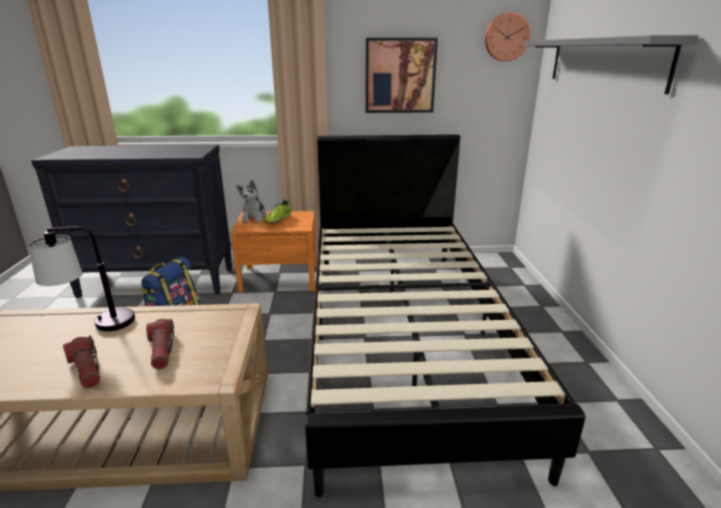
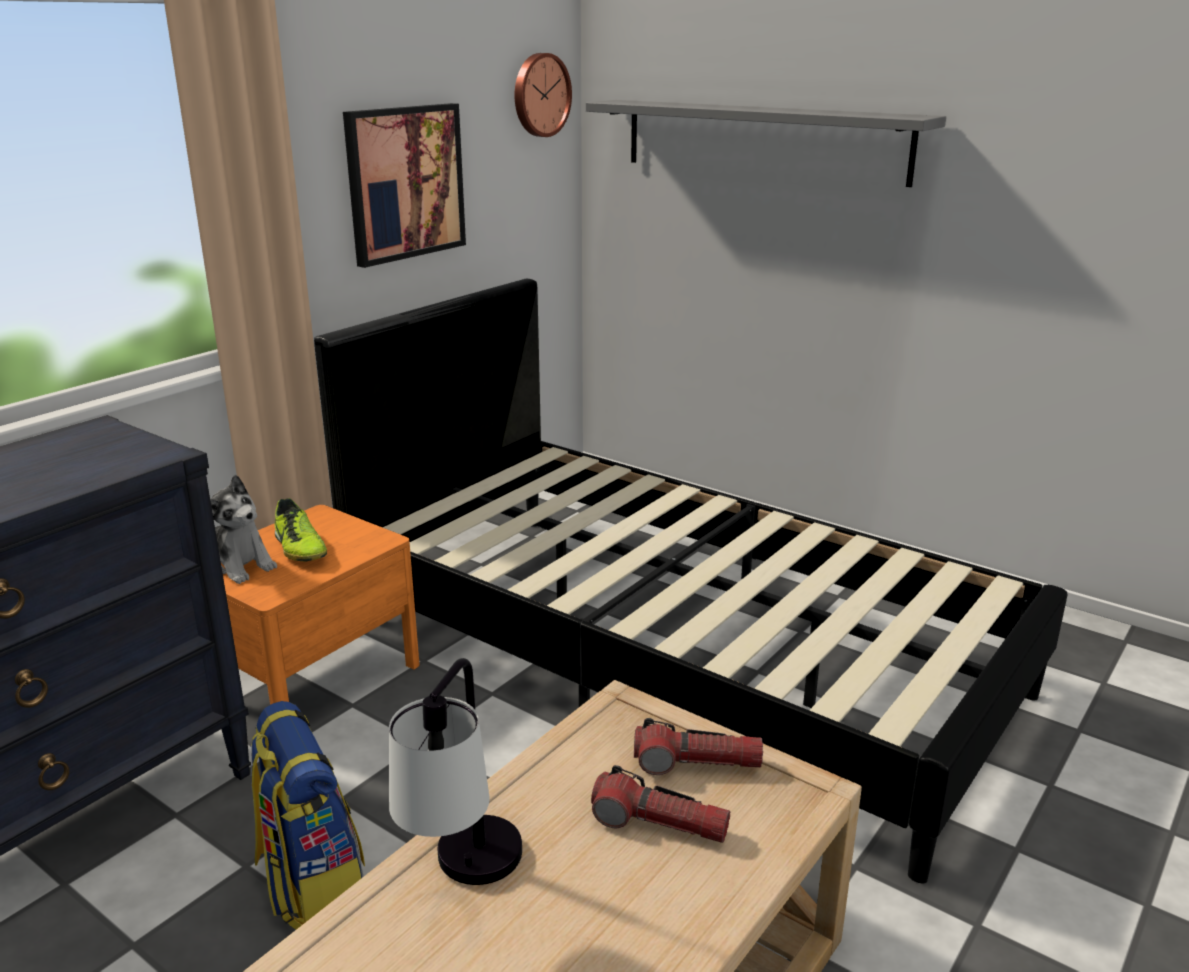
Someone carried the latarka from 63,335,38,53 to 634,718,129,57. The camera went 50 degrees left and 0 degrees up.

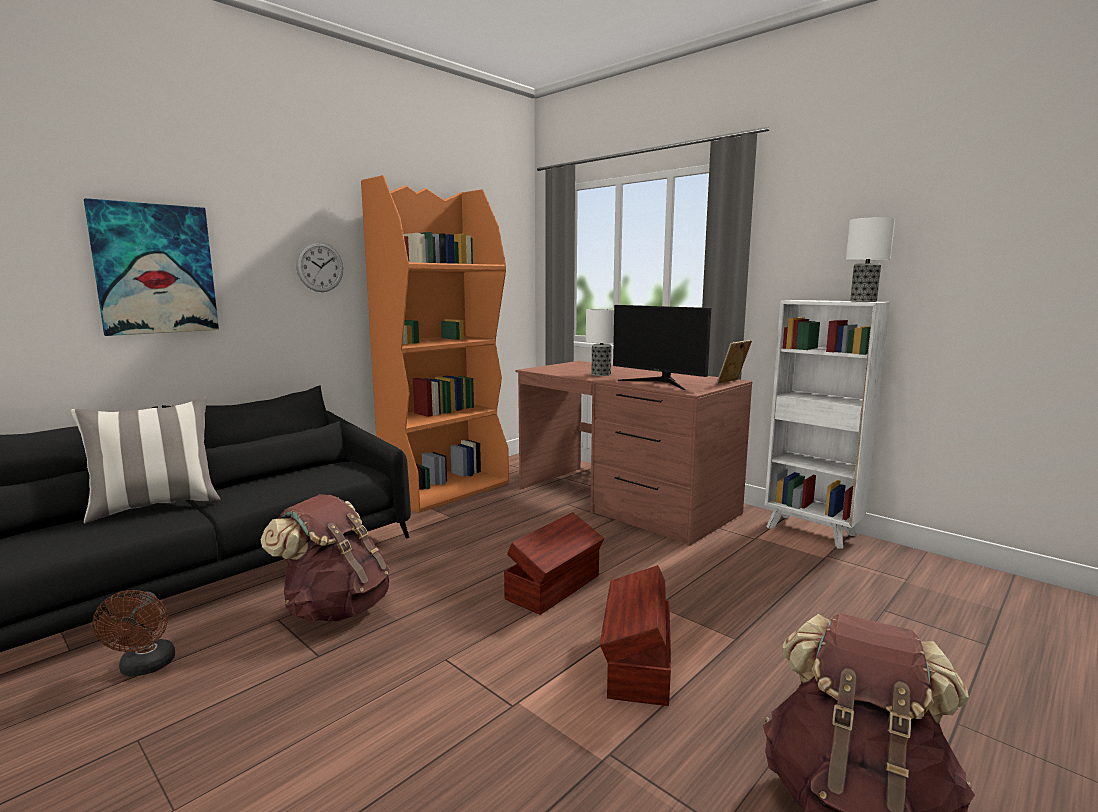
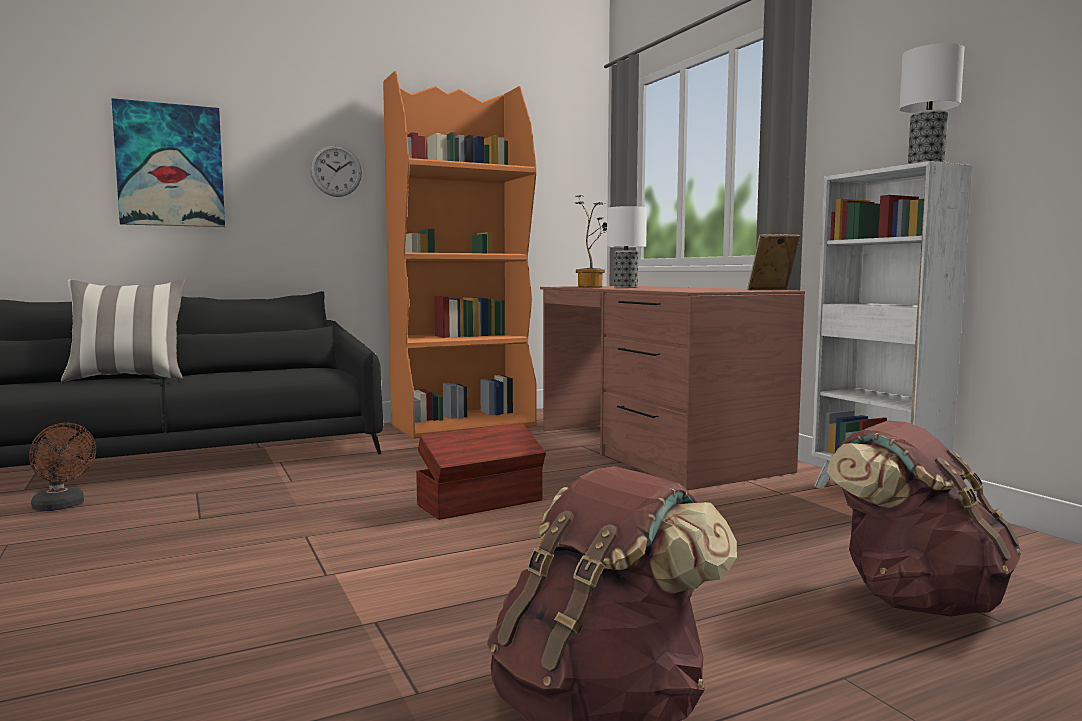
Someone took away the pojemnik do przechowywania (brązowy) at 600,565,71,141. Someone took away the monitor at 613,305,98,85. Someone put down the roślina doniczkowa at 575,195,32,92. Someone carried the plecak (brązowy) from 260,494,130,127 to 827,420,194,197. Someone rotated the wentylator (brązowy) at 92,590,83,87 by 60 degrees counterclockwise. The camera went 20 degrees right and 5 degrees down.

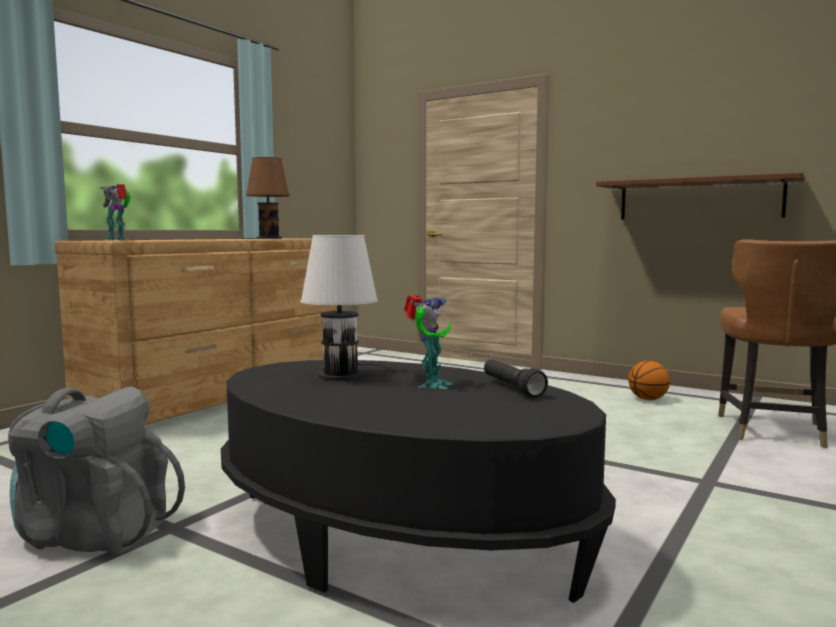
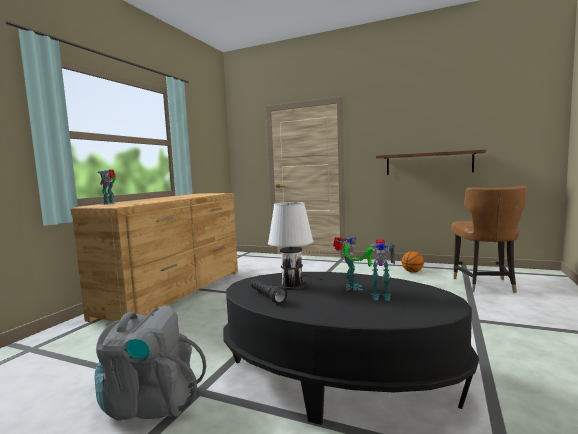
Someone took away the lampa stołowa (brązowy) at 241,157,49,82. Someone put down the robot zabawkowy at 365,239,30,62. Someone carried the latarka (czarny) from 484,359,64,39 to 250,279,37,25. The camera went 10 degrees left and 0 degrees up.

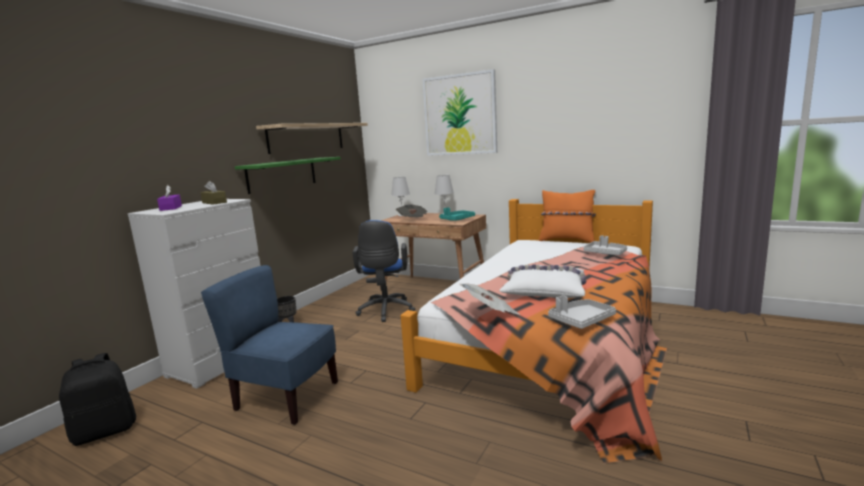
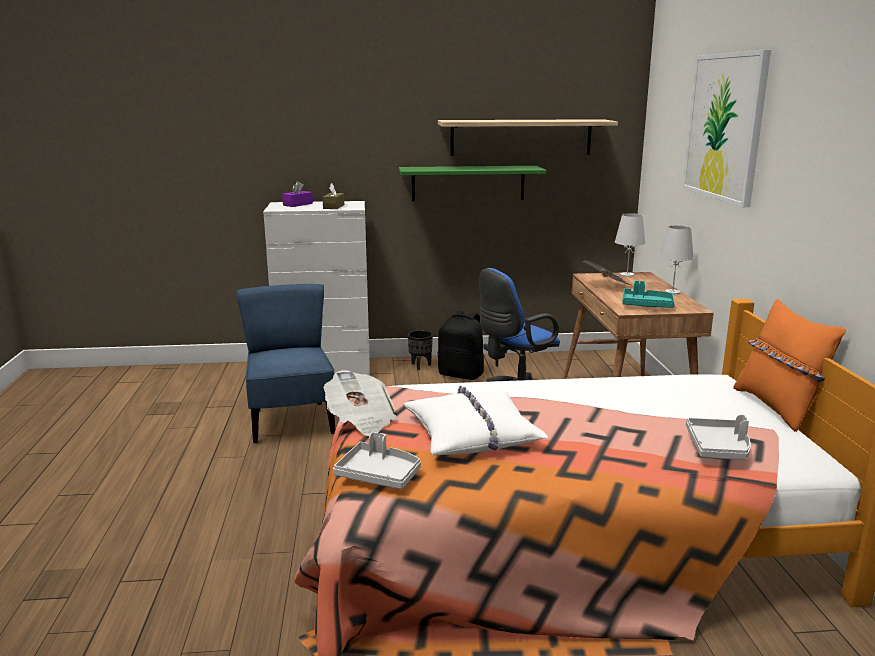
Someone carried the plecak (czarny) from 59,353,77,93 to 437,311,47,69. The camera went 55 degrees right and 5 degrees up.

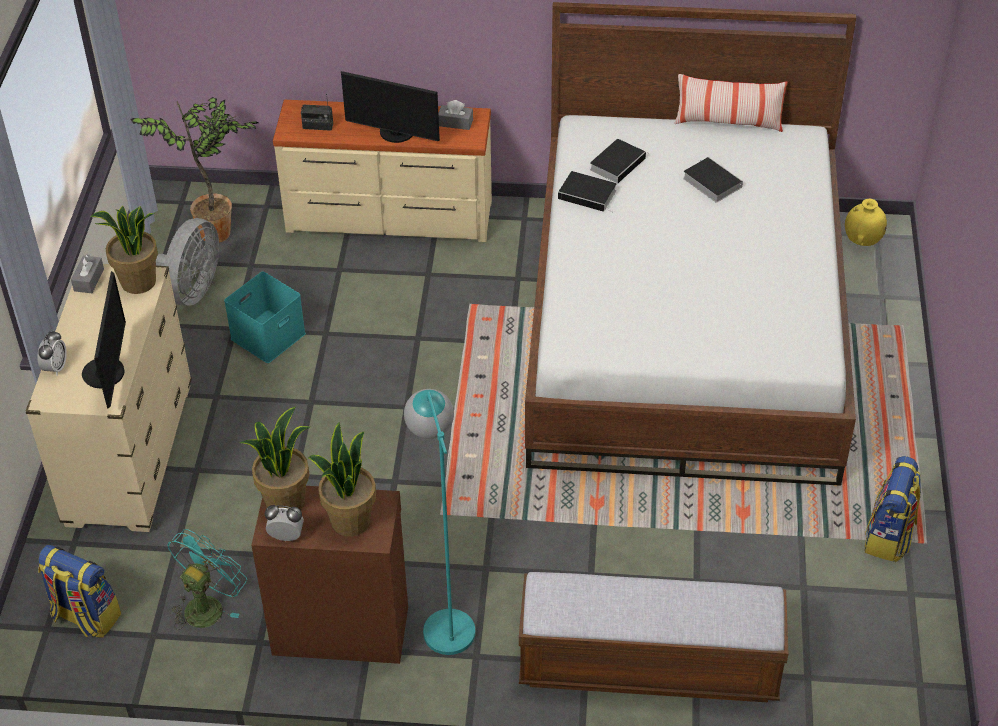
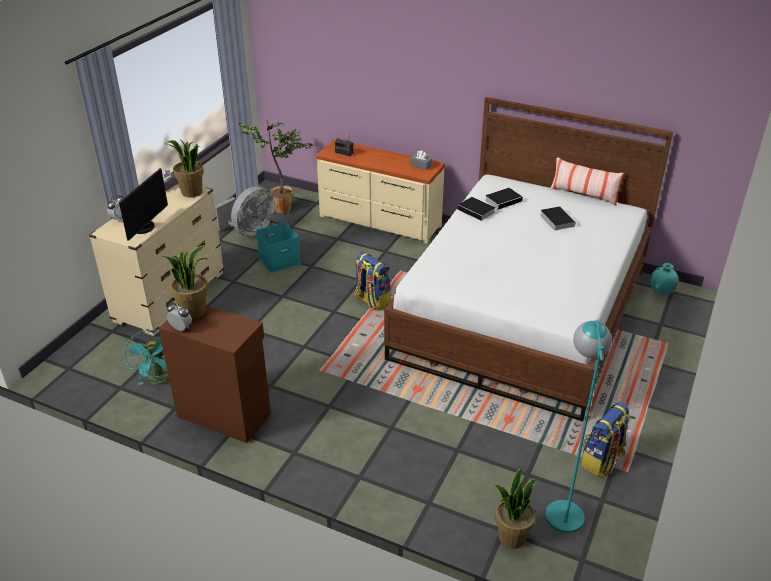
Someone took away the monitor at 341,71,99,72. Someone took away the ławka at 519,572,270,130. Someone carried the plecak from 38,545,83,93 to 355,251,36,60. Someone carried the roślina doniczkowa from 308,422,68,114 to 495,467,42,82. Someone carried the lampa stojąca (turkusowy) from 404,389,71,266 to 545,319,67,214. Someone repainted the wazon (żółty) at 845,199,42,47, which became the wazon (turkusowy) at 650,263,28,32. Someone rotated the wentylator (turkusowy) at 167,529,80,101 by 120 degrees clockwise. The camera went 20 degrees right and 10 degrees down.

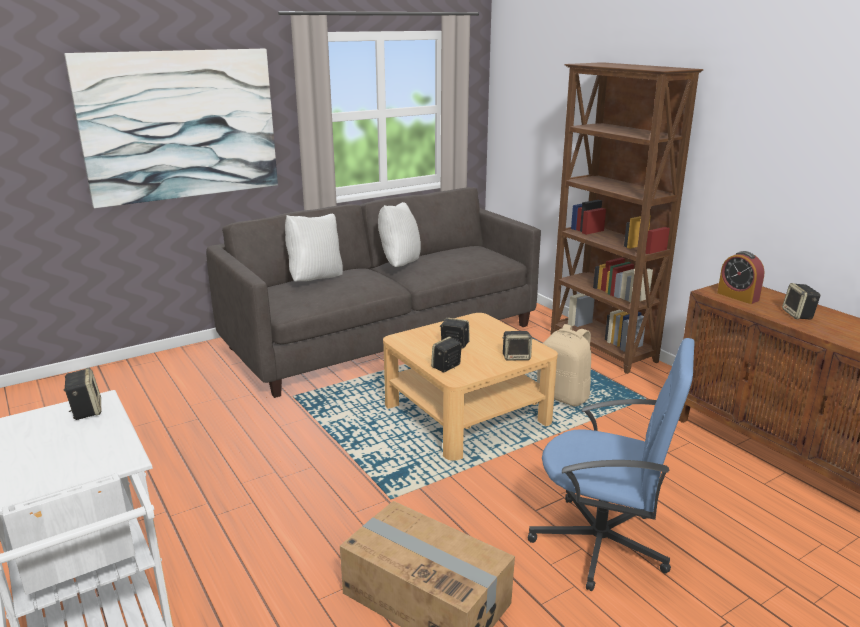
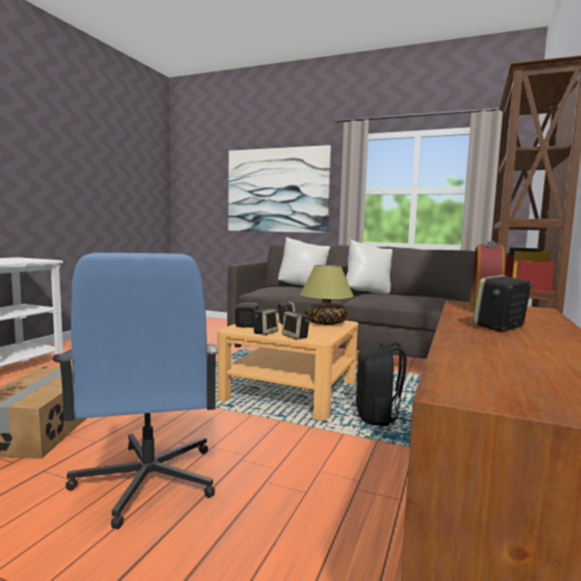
Someone put down the lampa stołowa at 300,265,54,60. Someone carried the głośnik from 64,368,37,52 to 253,309,25,26. Someone repainted the plecak (beżowy) at 537,324,54,82, which became the plecak (czarny) at 356,342,56,84. The camera went 55 degrees right and 15 degrees down.

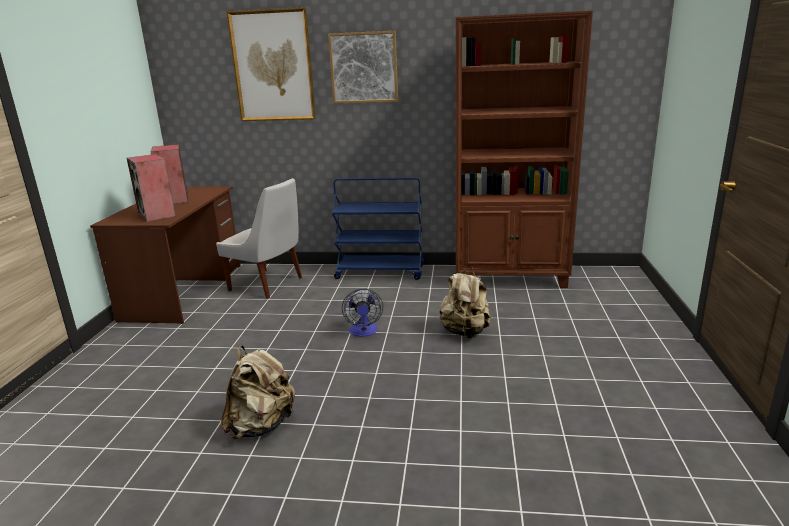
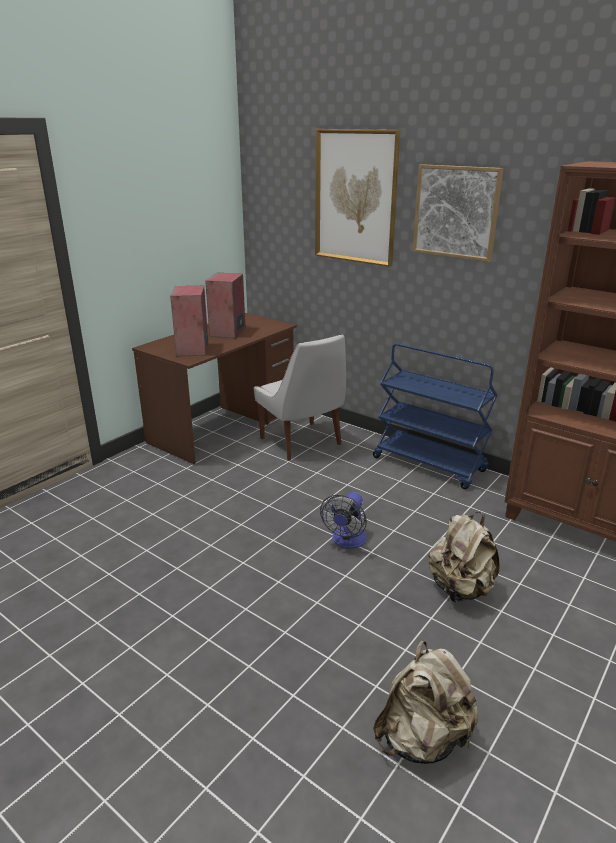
Someone carried the plecak (beżowy) from 221,345,74,94 to 373,640,105,124. The camera went 30 degrees right and 5 degrees up.

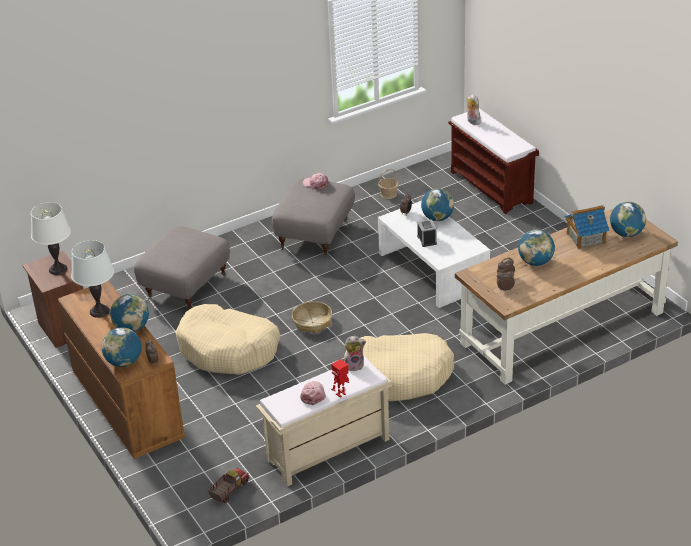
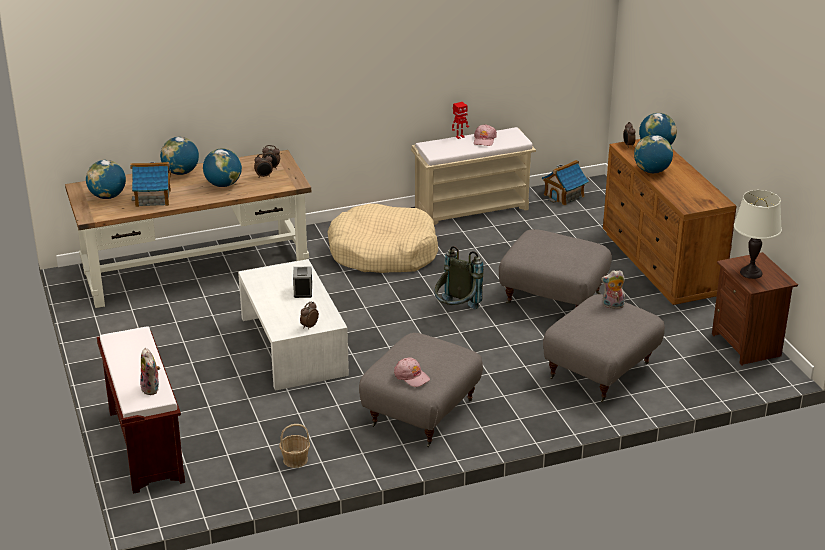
Someone took away the lampa stołowa (biały) at 71,240,43,78. Someone carried the pluszak from 344,336,22,35 to 601,270,24,39. Someone carried the globus from 421,188,33,33 to 160,137,39,38. Someone swapped the legowisko (beżowy) at 175,304,105,71 for the pufa (szary) at 499,229,113,79. Someone swapped the ciężarówka zabawkowa at 208,468,41,35 for the domek at 542,160,47,46. Someone swapped the koszyk at 292,301,40,33 for the plecak (szary) at 434,246,50,63. The camera went 170 degrees left and 5 degrees down.

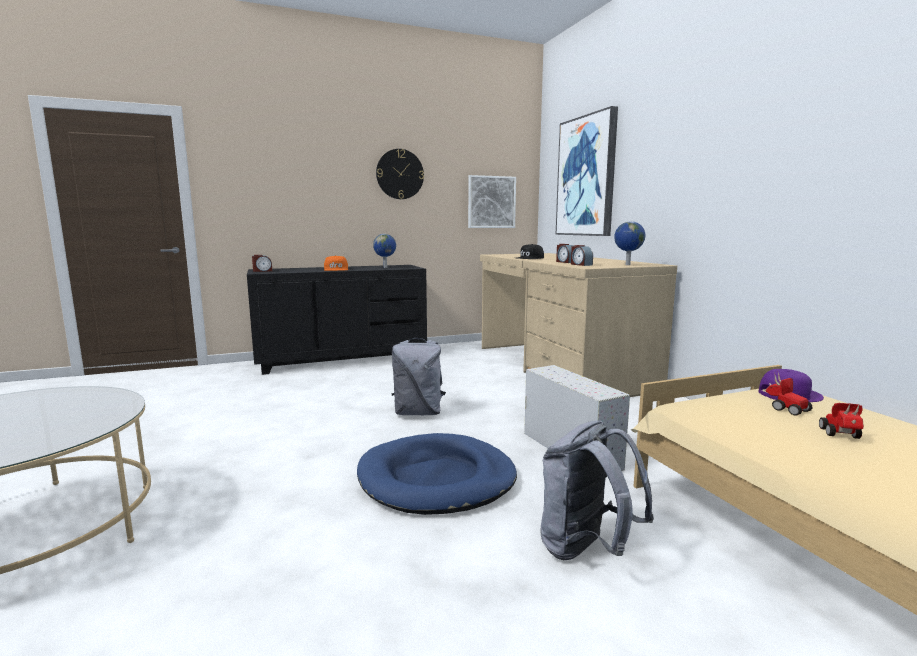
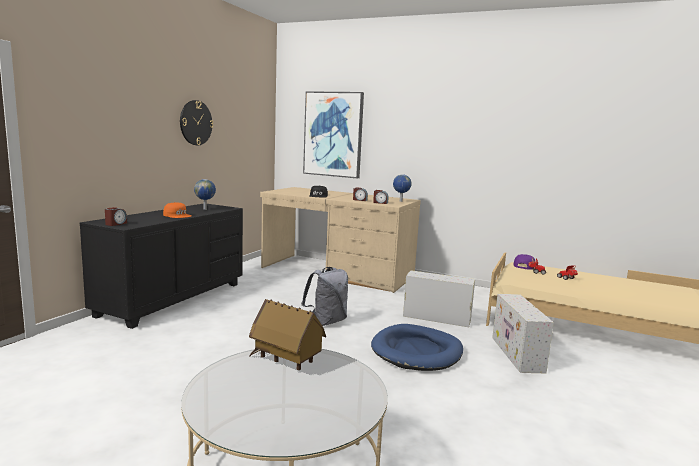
Someone took away the obraz at 468,175,48,53. Someone put down the domek at 249,299,77,71. Someone swapped the plecak (szary) at 541,421,113,139 for the pojemnik do przechowywania (biały) at 492,294,62,79. The camera went 45 degrees left and 0 degrees up.

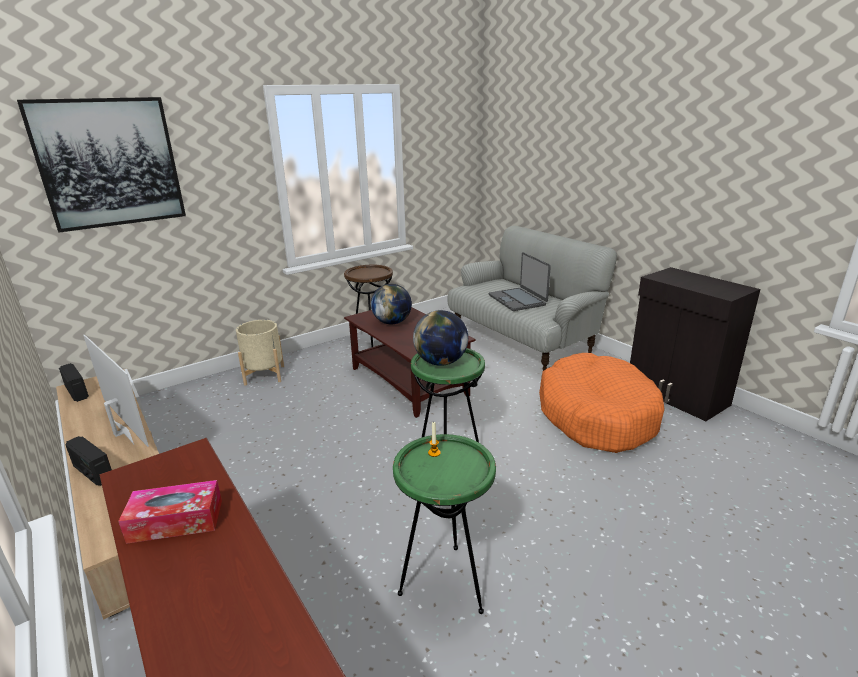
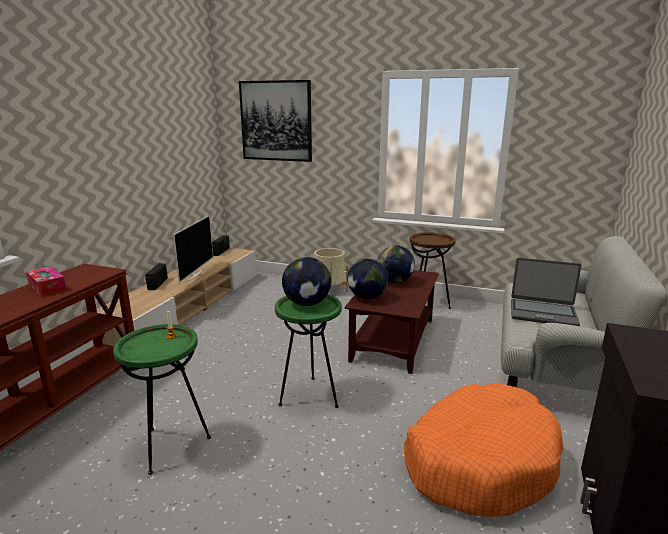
Someone put down the globus at 347,258,41,41. Someone rotated the laptop at 489,252,62,59 by 105 degrees counterclockwise. The camera went 55 degrees right and 5 degrees down.

